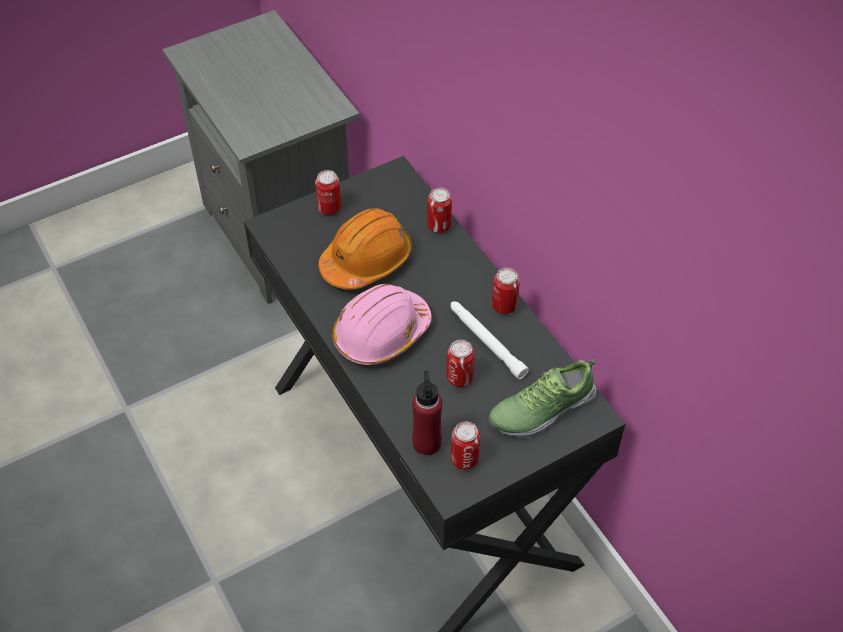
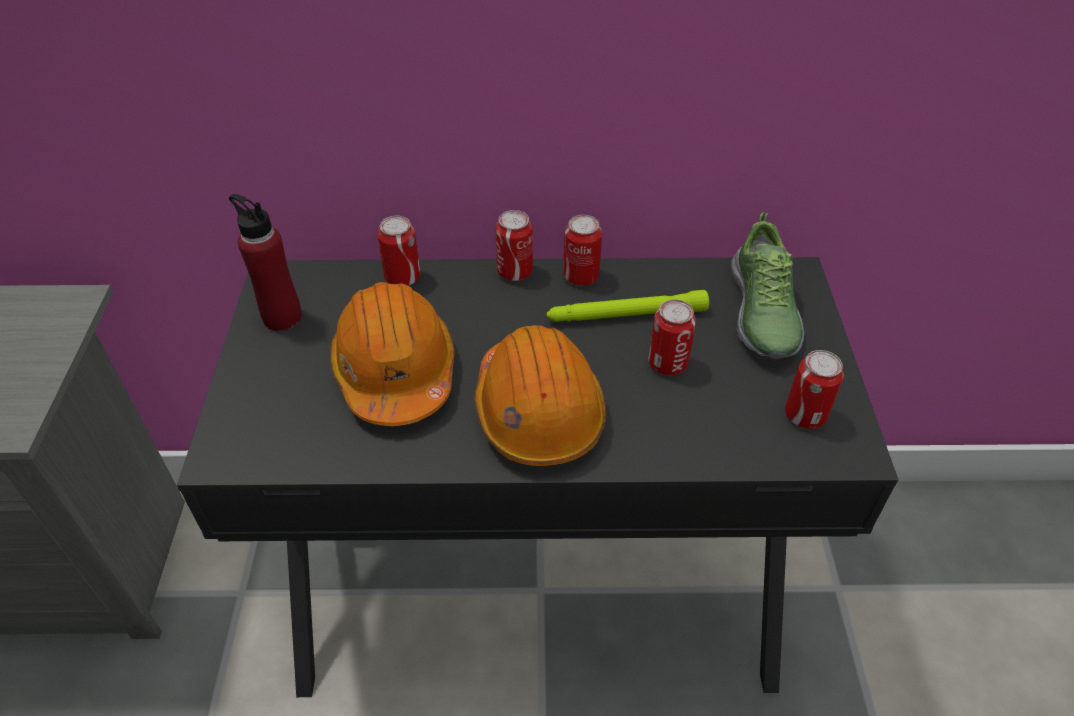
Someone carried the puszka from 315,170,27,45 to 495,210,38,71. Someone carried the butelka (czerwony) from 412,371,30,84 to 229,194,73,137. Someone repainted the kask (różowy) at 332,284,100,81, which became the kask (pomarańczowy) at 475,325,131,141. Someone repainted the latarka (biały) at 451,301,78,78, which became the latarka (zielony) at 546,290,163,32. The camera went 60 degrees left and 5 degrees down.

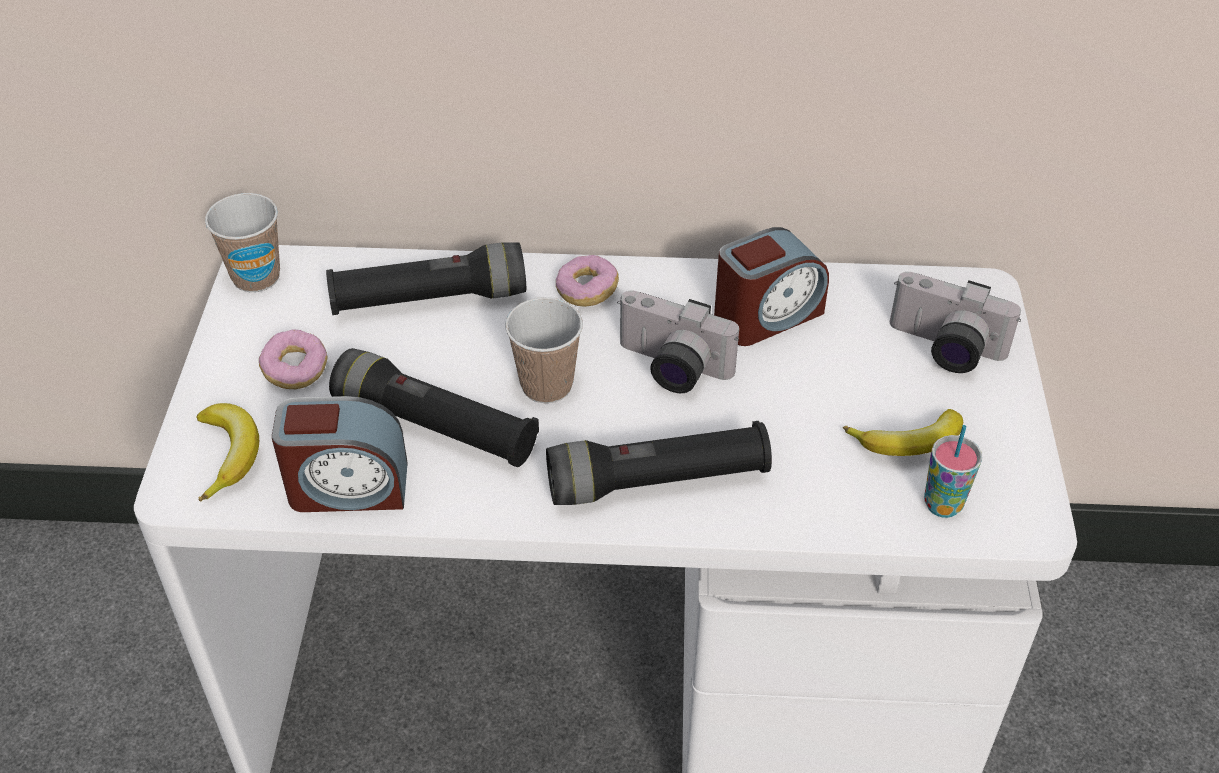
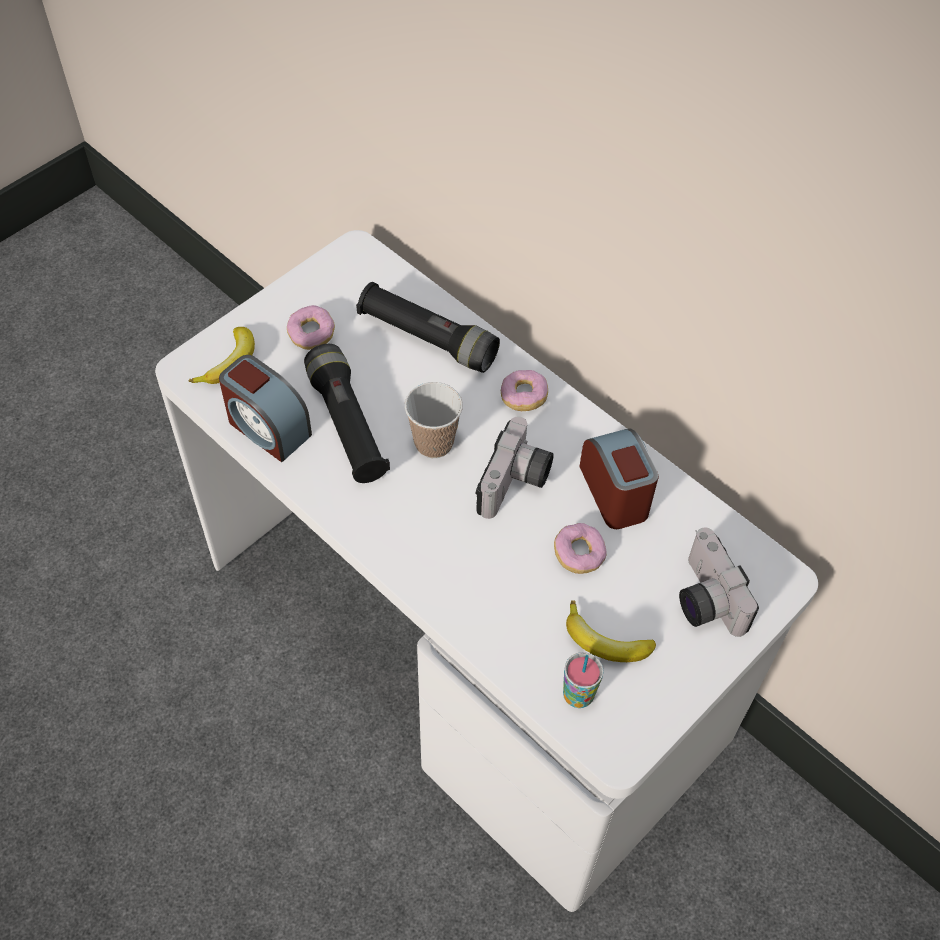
Someone took away the filiżanka at 205,193,75,99. Someone took away the latarka (czarny) at 546,421,226,84. Someone put down the donut at 554,523,53,51. Someone rotated the aparat fotograficzny at 617,291,122,102 by 135 degrees counterclockwise. Someone rotated the budzik at 714,227,115,119 by 120 degrees counterclockwise. The camera went 40 degrees right and 10 degrees up.

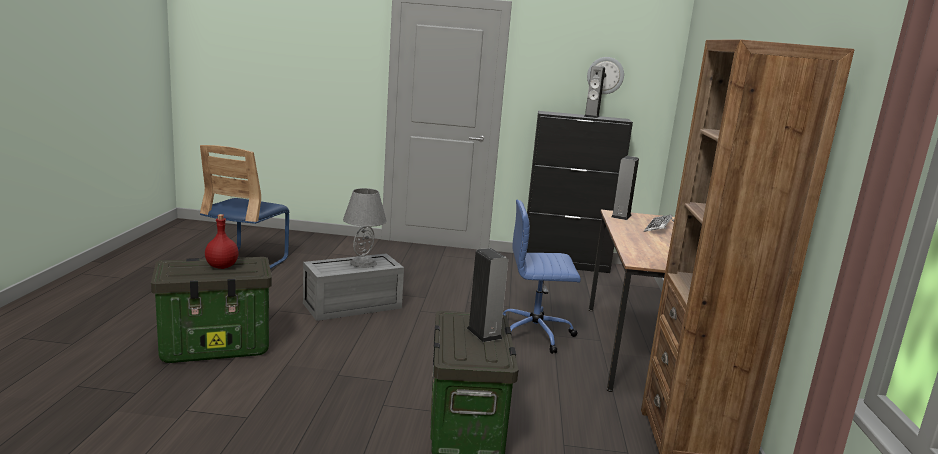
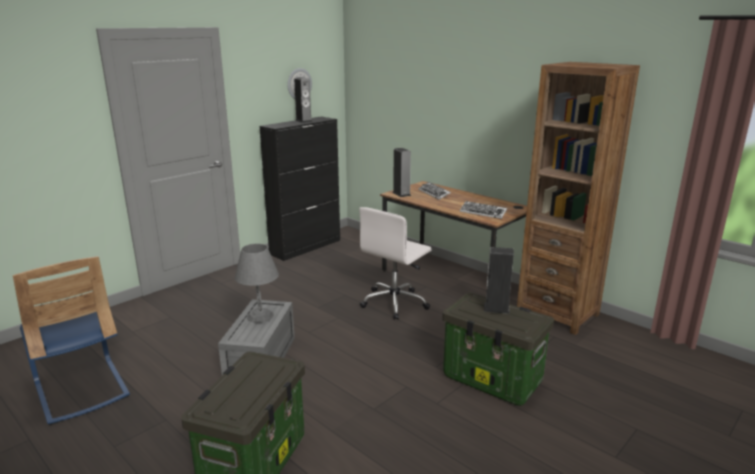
Someone took away the butelka (czerwony) at 205,214,34,55. Someone put down the klawiatura at 460,201,47,18. Someone repainted the krzesło biurowe (niebieski) at 503,200,78,154, which became the krzesło biurowe (biały) at 359,207,72,113. The camera went 50 degrees left and 5 degrees up.

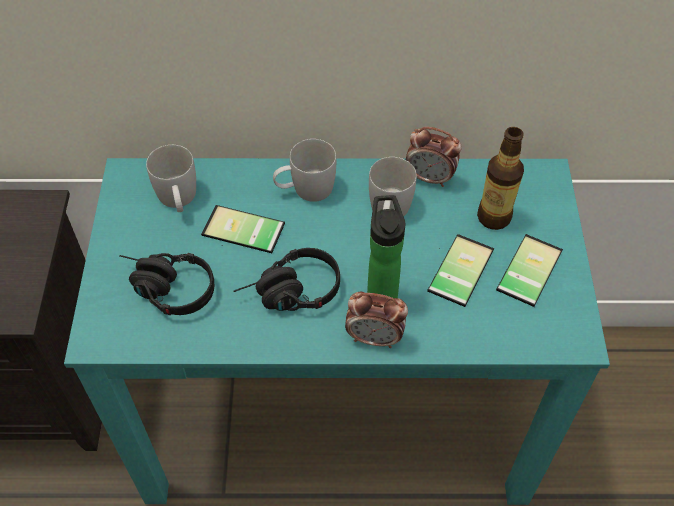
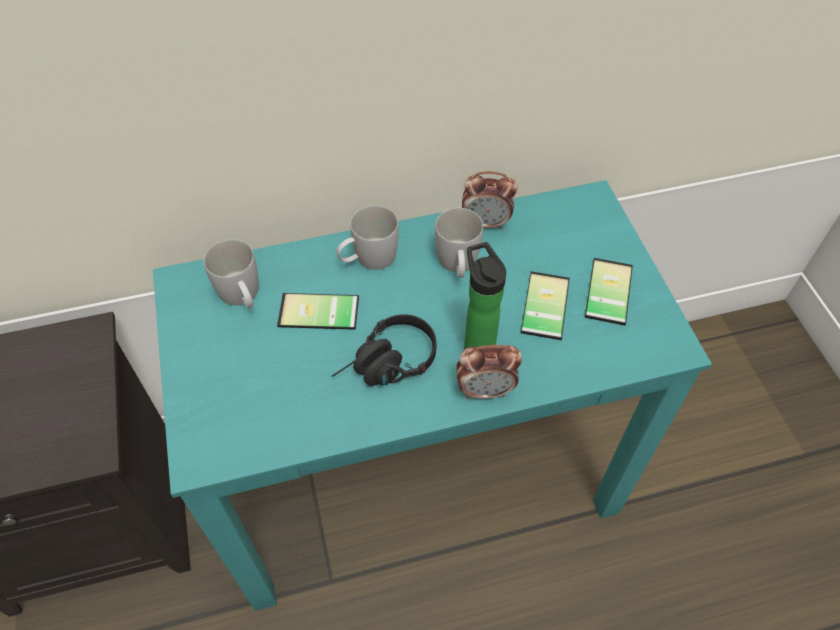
Someone took away the słuchawki (czarny) at 119,253,95,62. Someone took away the butelka at 477,127,47,103. The camera went 15 degrees left and 0 degrees up.

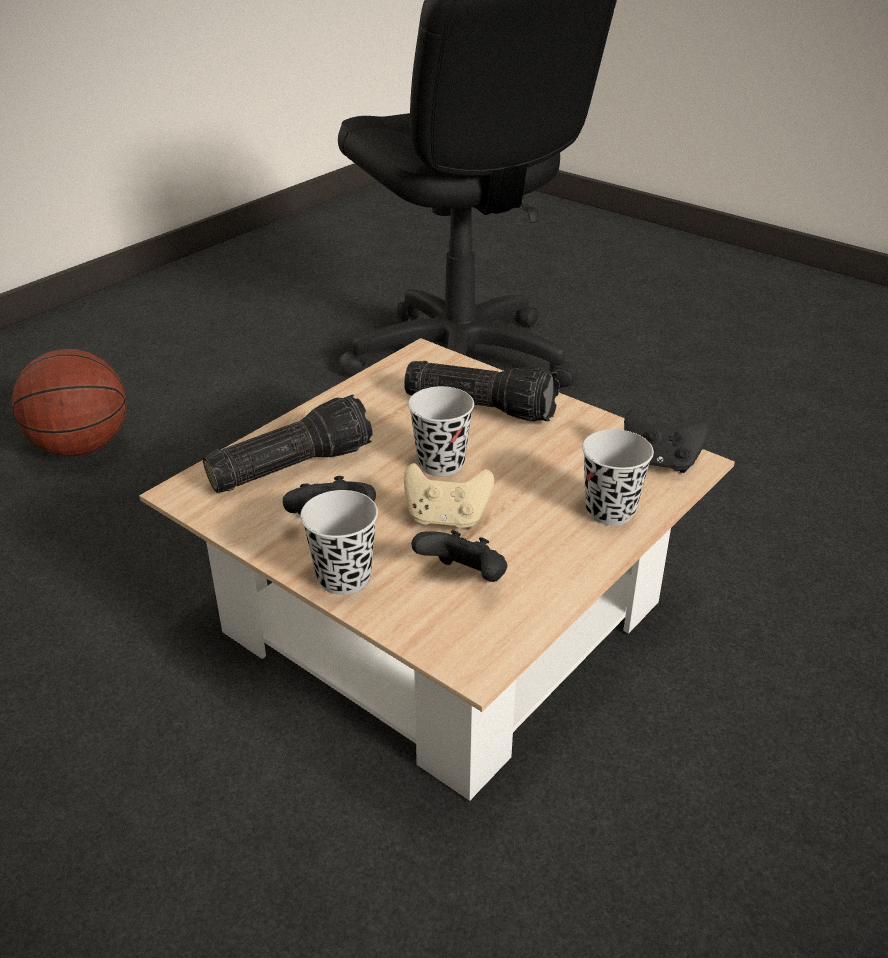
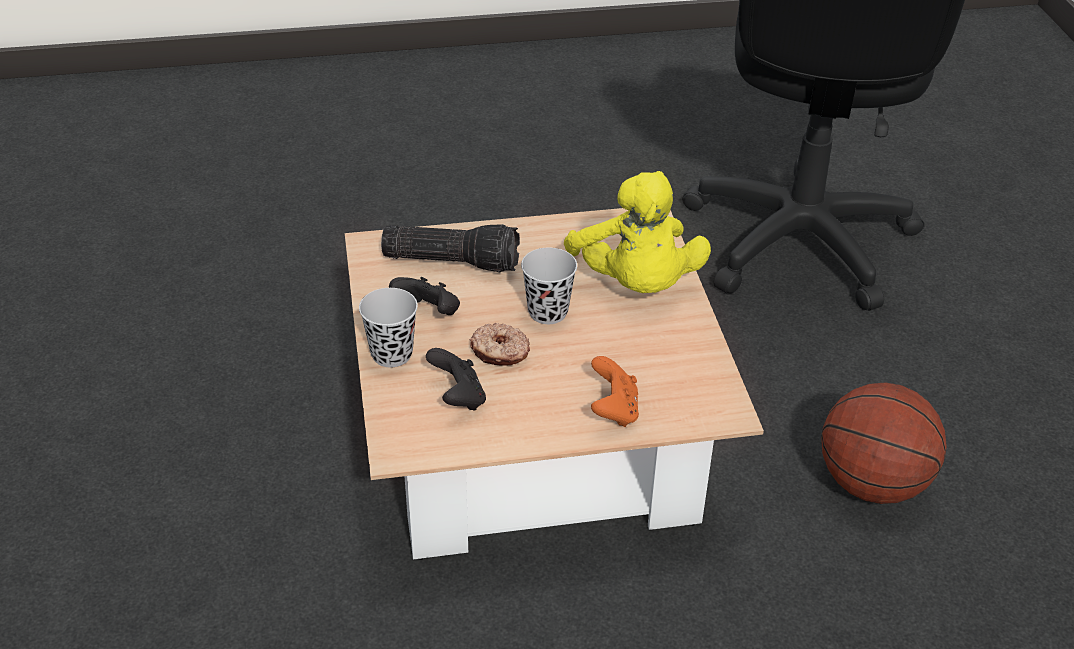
Someone took away the pad do gier (czarny) at 624,409,86,64. Someone carried the piłka do koszykówki from 12,349,115,107 to 821,382,126,122. Someone swapped the latarka at 404,361,155,61 for the pluszak (żółty) at 564,171,147,122. Someone swapped the pad do gier (beżowy) at 404,463,90,66 for the donut at 470,322,60,44. Someone swapped the filiżanka (czarny) at 582,429,72,96 for the pad do gier (pomarańczowy) at 591,356,48,71. The camera went 40 degrees right and 5 degrees up.

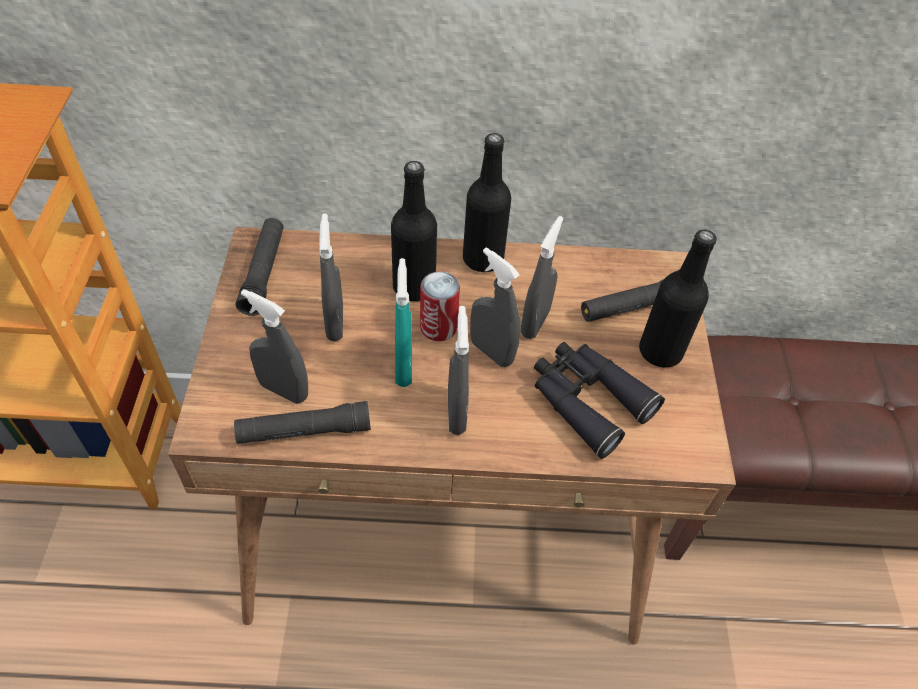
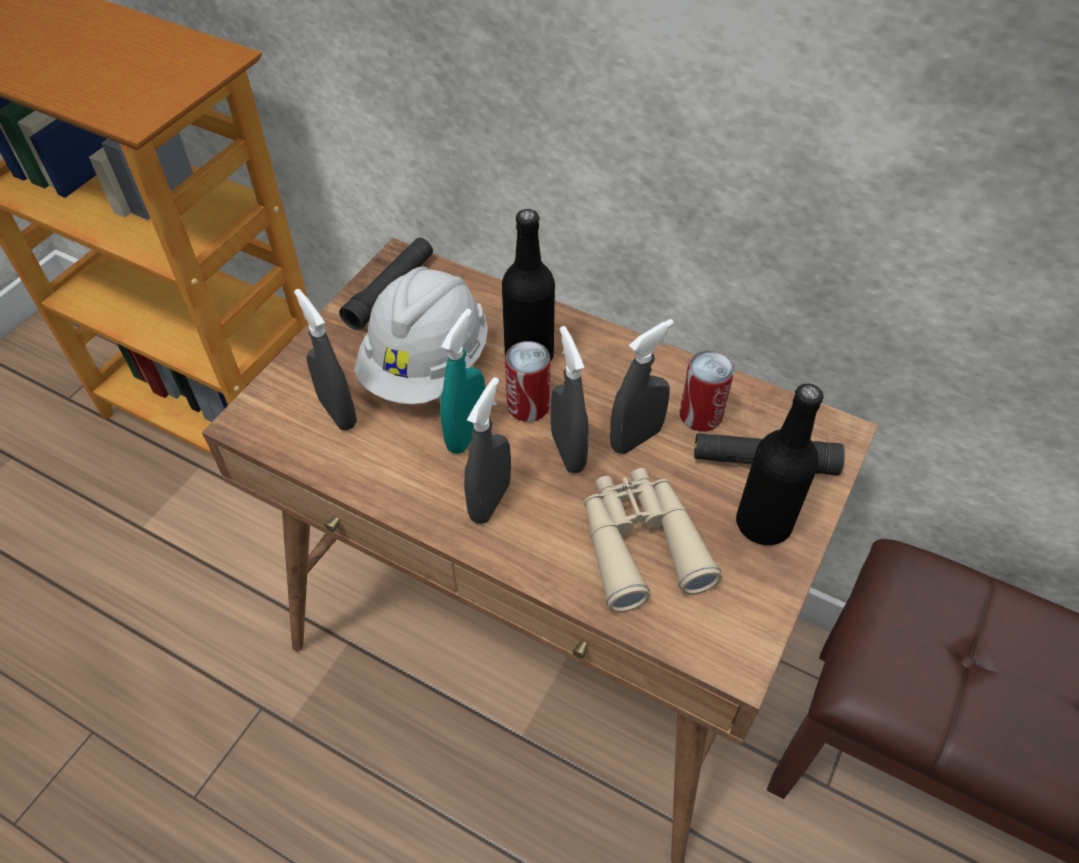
Someone took away the latarka (czarny) at 234,401,137,43. Someone took away the butelka (czarny) at 463,133,48,139. Someone put down the puszka at 679,351,55,81. Someone swapped the spryskiwacz (szary) at 319,213,24,128 for the kask (biały) at 354,267,134,137. Someone repainted the lornetka (czarny) at 534,342,131,117, which became the lornetka (beżowy) at 584,468,138,145. The camera went 30 degrees right and 0 degrees up.

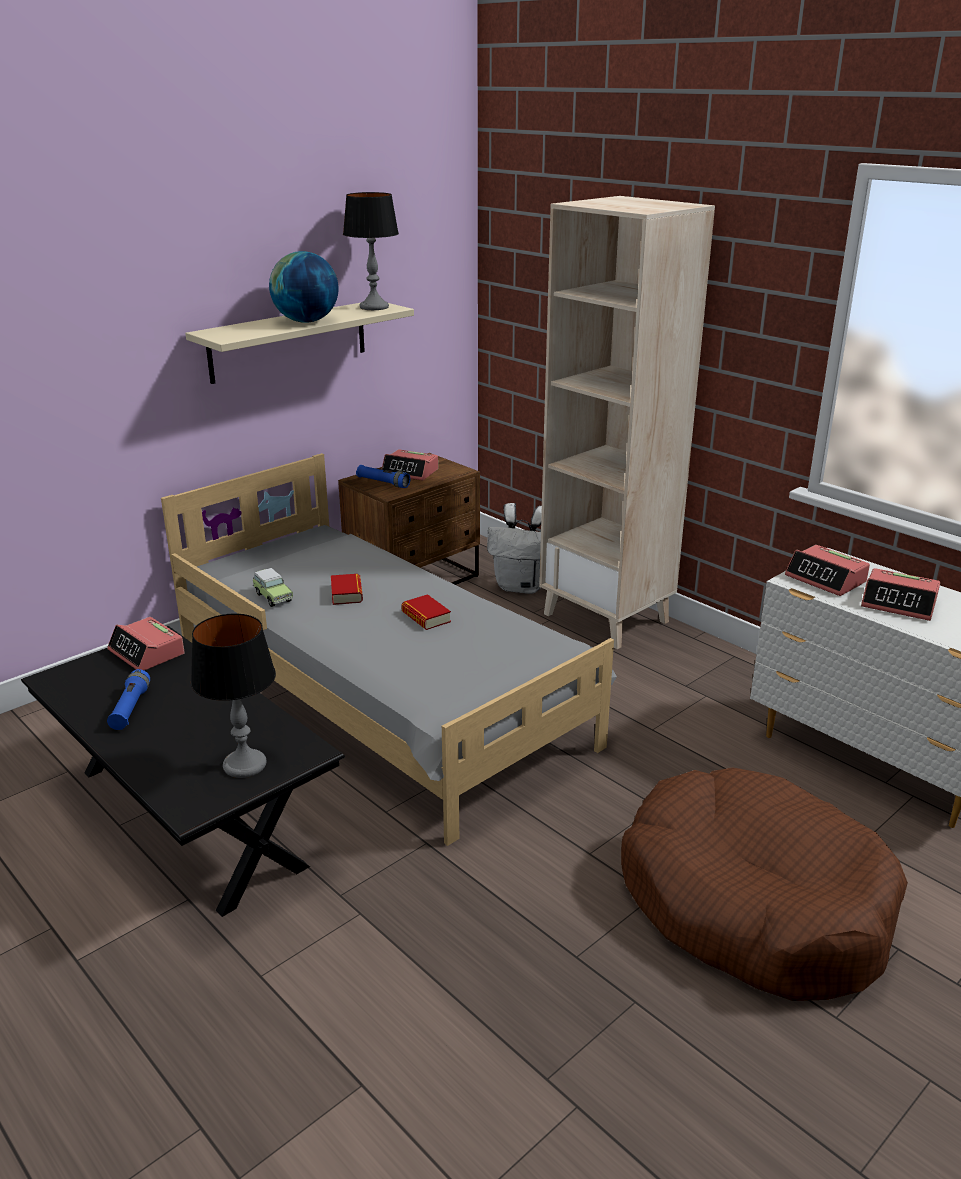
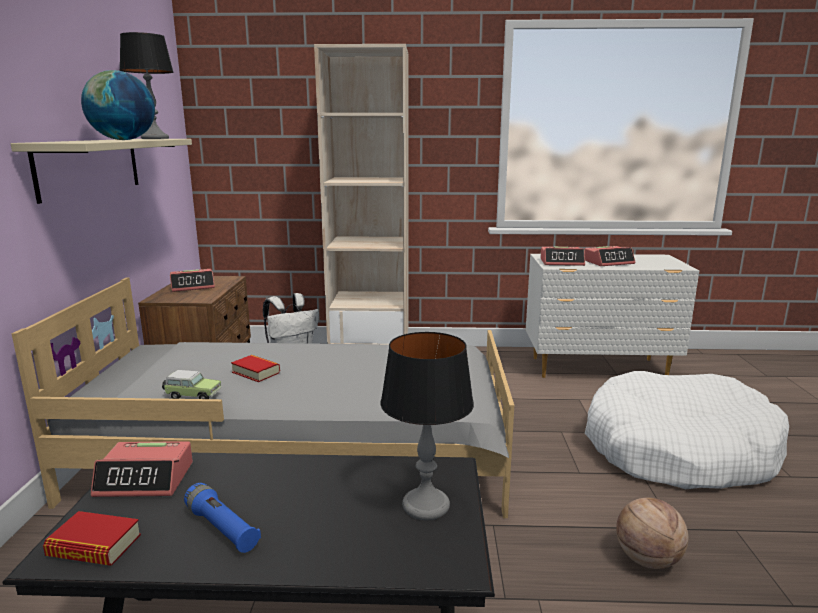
Someone took away the latarka (niebieski) at 356,465,54,23. Someone put down the piłka do koszykówki at 616,498,72,71. Someone carried the książka from 401,594,50,36 to 43,511,98,55. Someone repainted the legowisko (brązowy) at 621,767,287,234, which became the legowisko (biały) at 585,371,204,118. The camera went 45 degrees left and 10 degrees down.

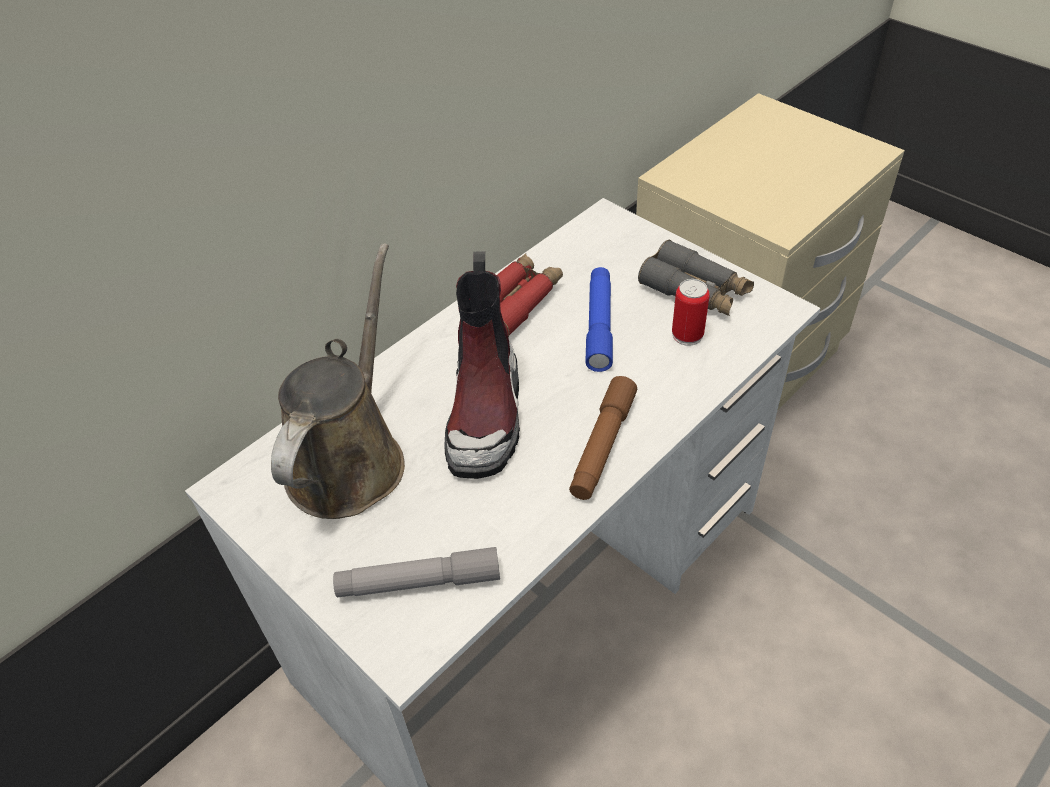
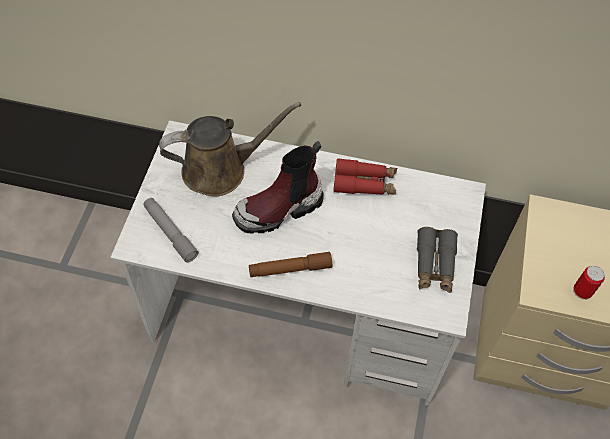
Someone took away the latarka (niebieski) at 585,267,28,105. Someone carried the puszka from 672,279,38,67 to 573,265,32,35. The camera went 55 degrees right and 10 degrees up.

